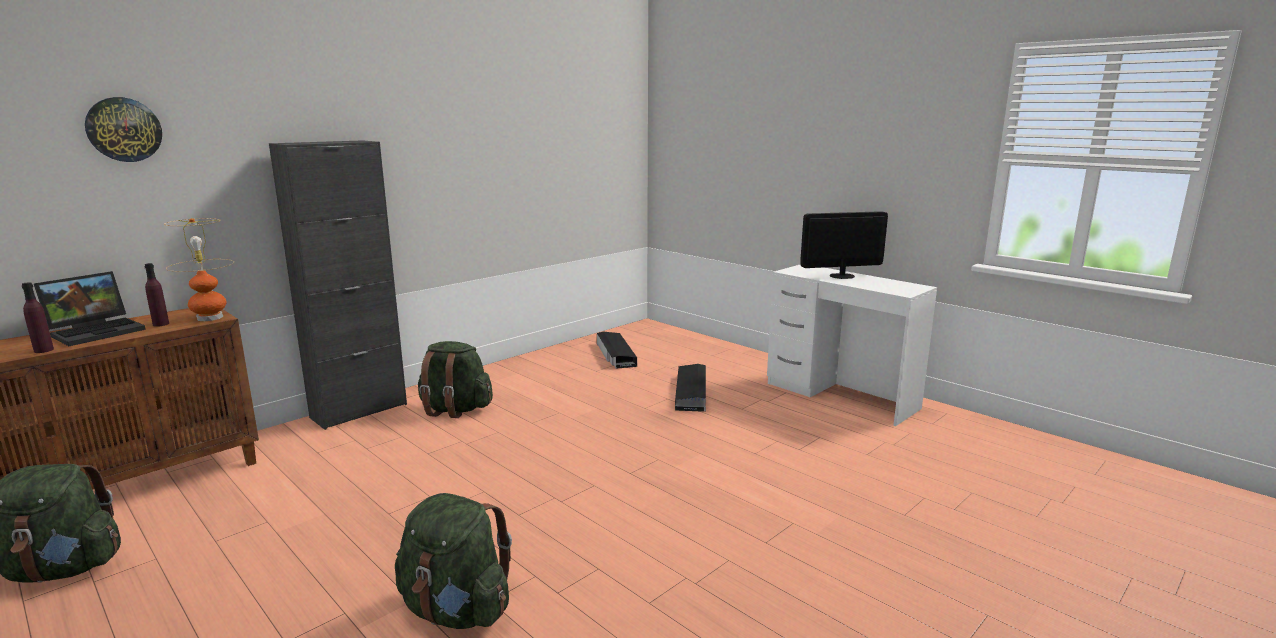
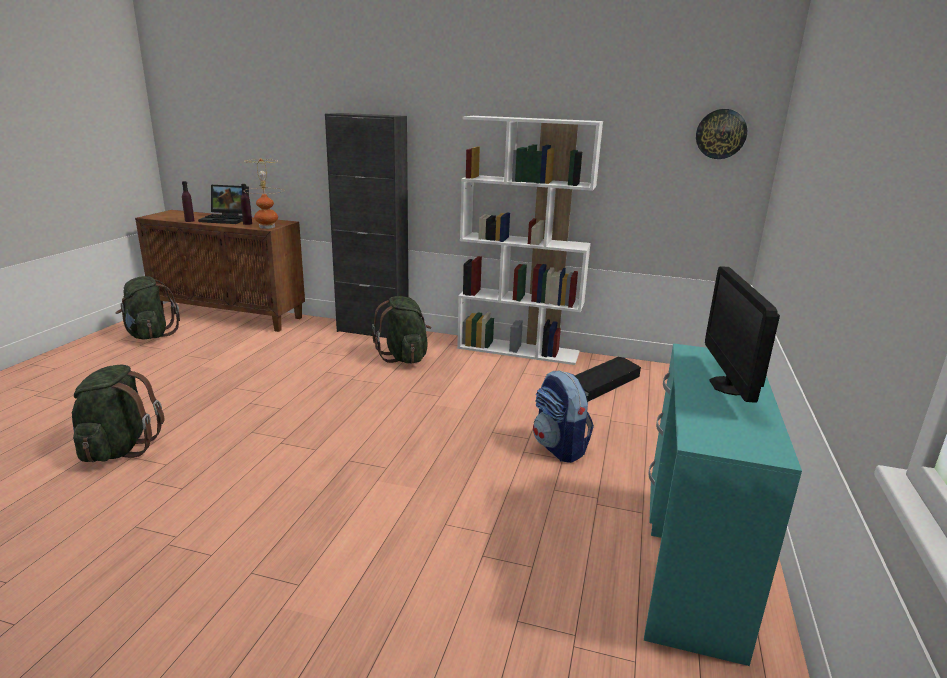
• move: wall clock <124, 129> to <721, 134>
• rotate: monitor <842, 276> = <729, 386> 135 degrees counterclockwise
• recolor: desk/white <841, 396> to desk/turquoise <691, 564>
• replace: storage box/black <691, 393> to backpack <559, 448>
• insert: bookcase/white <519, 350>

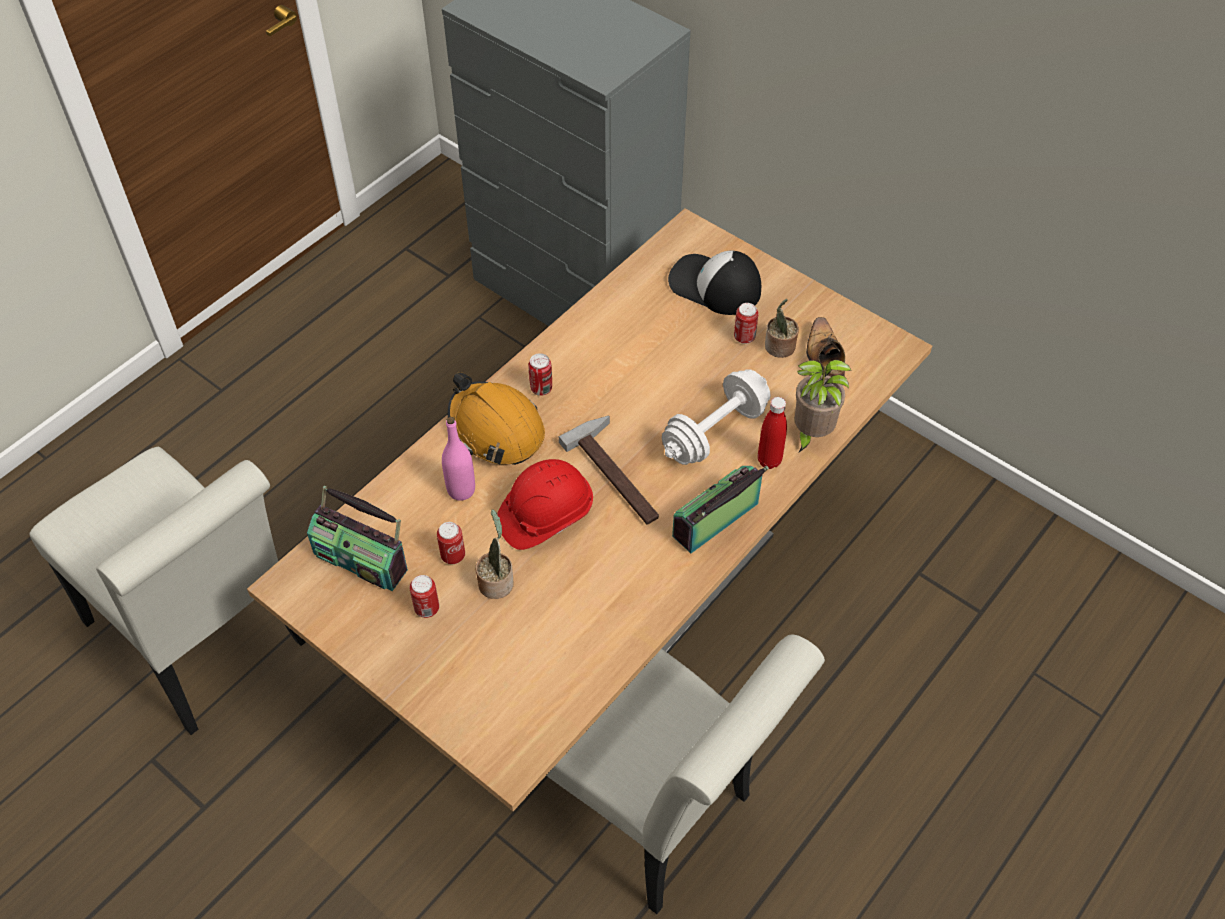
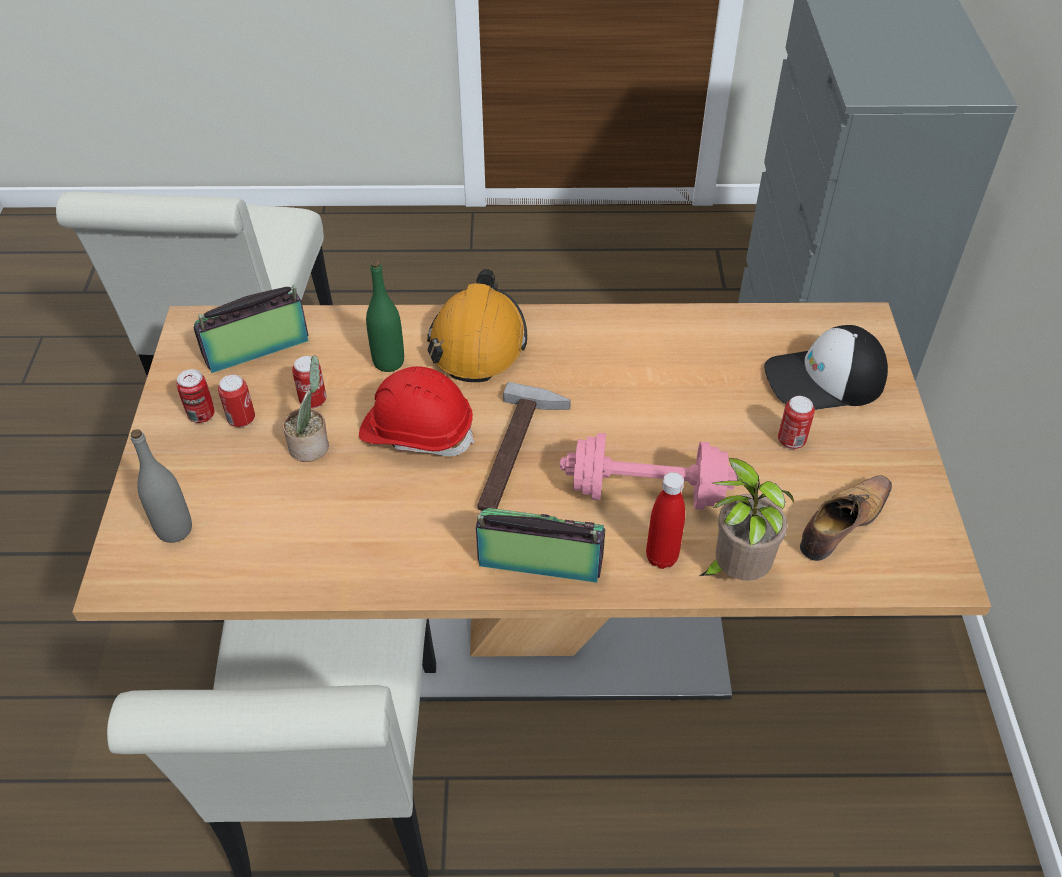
• rotate: cap <714, 286> = <824, 380> 90 degrees counterclockwise
• delete: potted plant <779, 348>
• move: can <541, 388> to <201, 415>
• recolor: dumbbell/white <714, 432> to dumbbell/pink <647, 492>
• recolor: bottle/pink <461, 490> to bottle/green <388, 362>
• rotate: radio <362, 559> = <257, 349> 75 degrees clockwise
• insert: bottle/grey <174, 529>

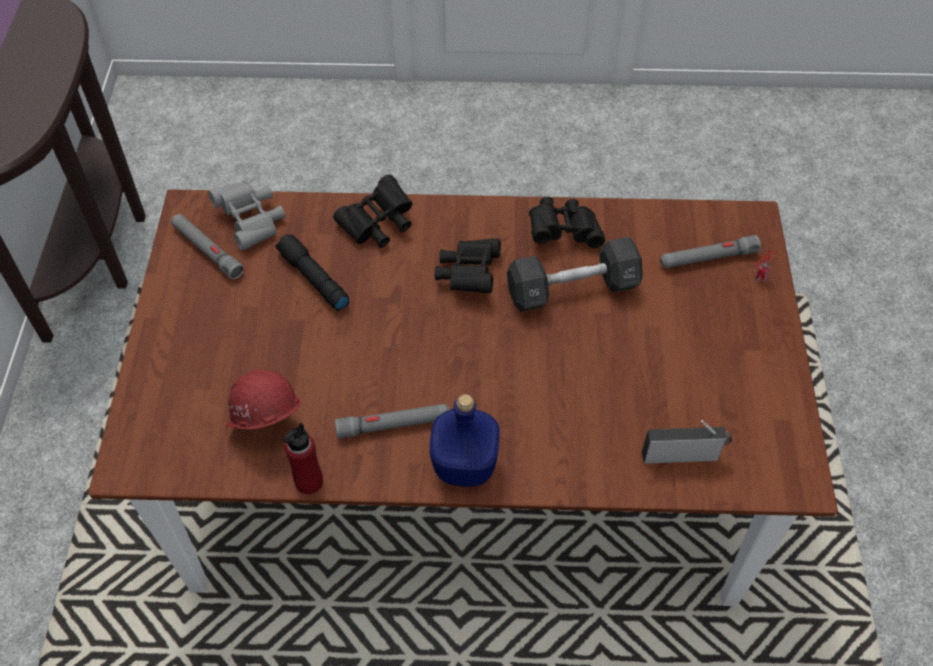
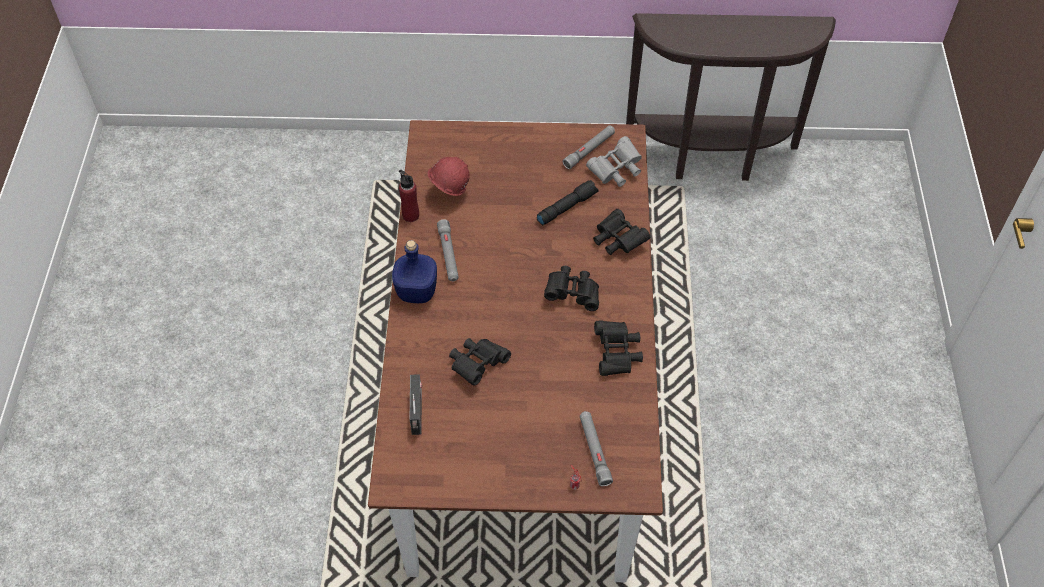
• delete: dumbbell/black <572, 289>
• insert: binoculars/black <477, 364>

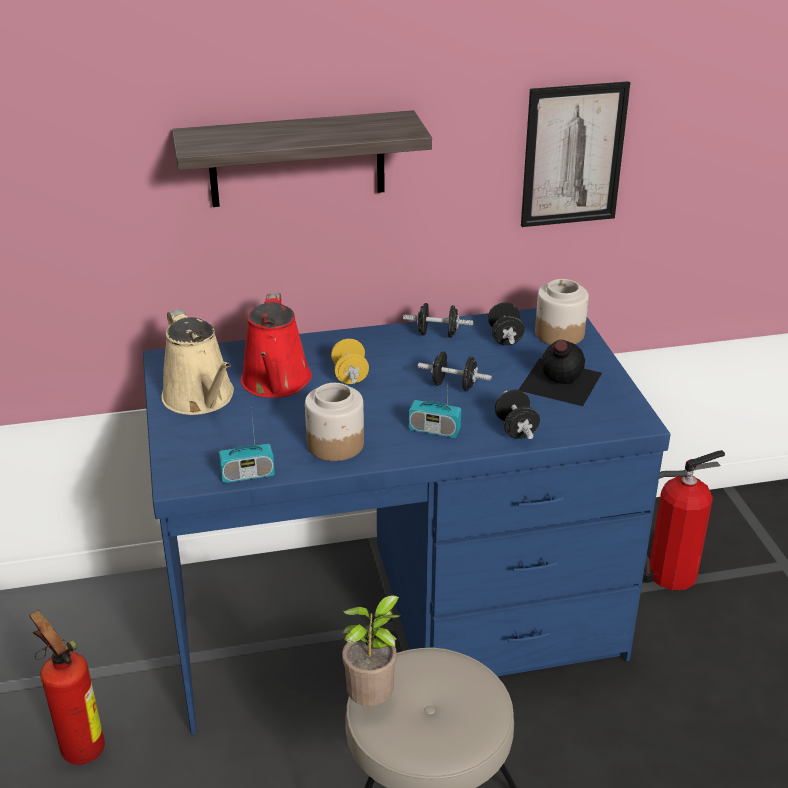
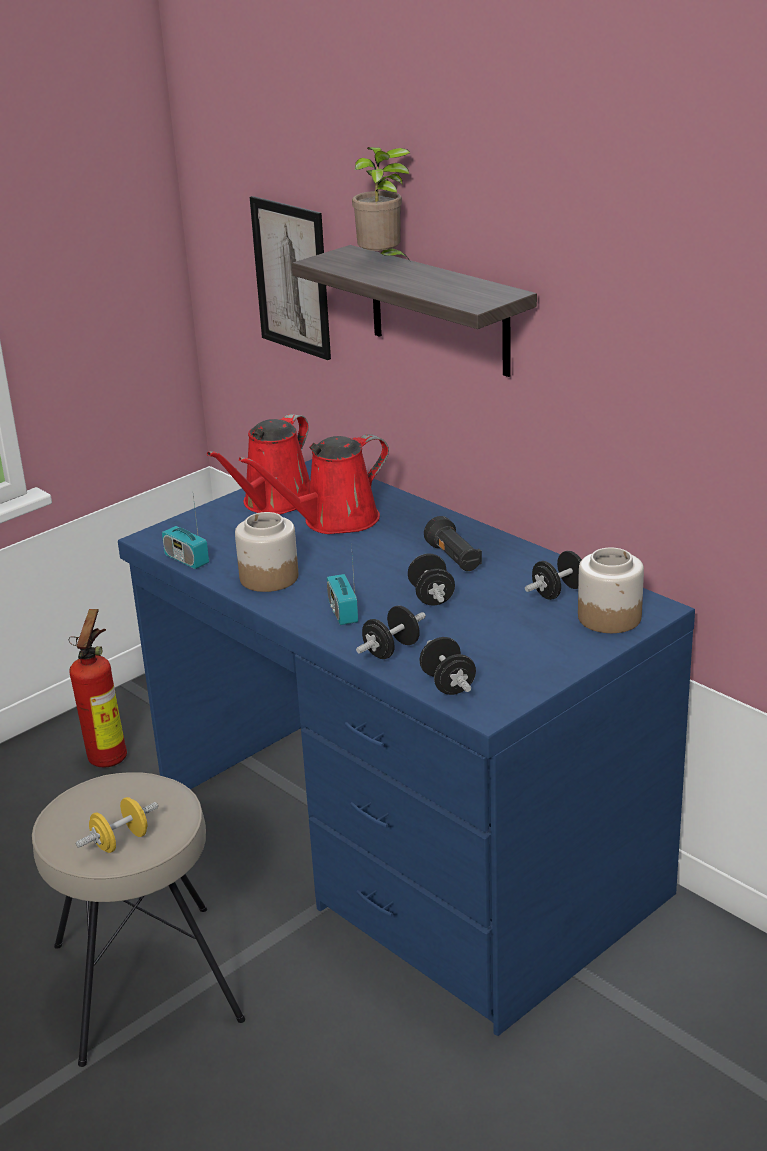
• move: picture <573, 155> to <291, 277>
• move: dumbbell/black <437, 334> to <448, 684>
• recolor: watering can/beige <201, 398> to watering can/red <274, 503>
• move: dumbbell/yellow <350, 375> to <120, 841>
• delete: bottle/black <559, 381>
• delete: fire extinguisher <668, 575>
• move: potted plant <373, 700> to <383, 262>
• insert: flashlight/black <454, 559>

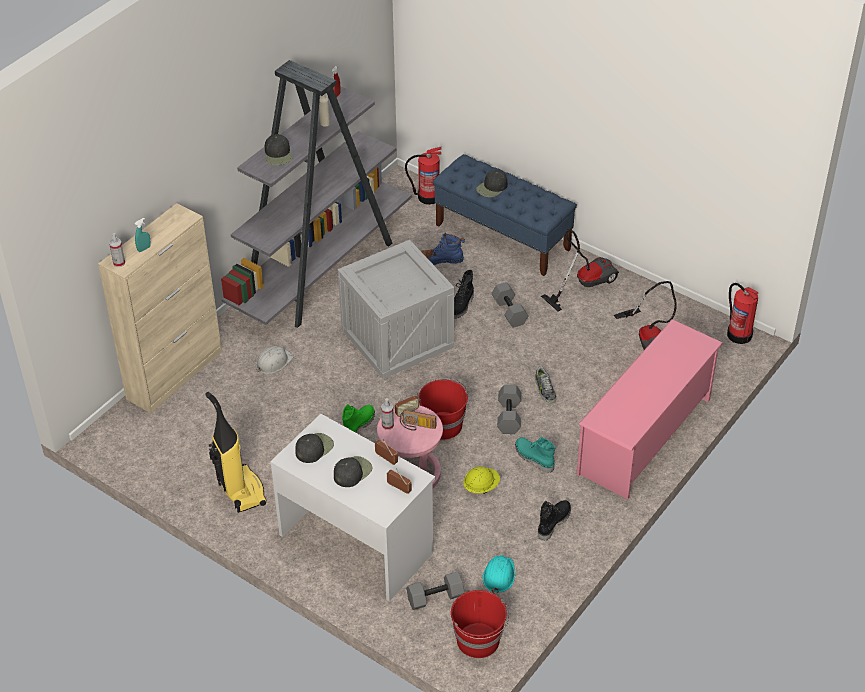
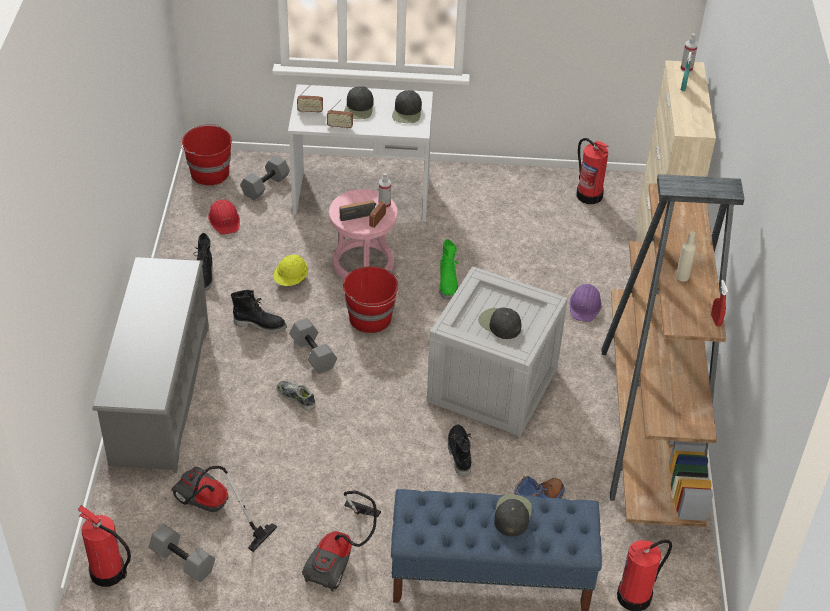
• recolor: bookcase/grey <321, 269> to bookcase/brown <649, 426>
• move: cap/black <278, 154> to <499, 324>
• move: dumbbell/grey <508, 312> to <184, 560>
• recolor: shoe rack/pink <645, 436> to shoe rack/grey <160, 394>
• recolor: hard hat/white <273, 362> to hard hat/purple <585, 306>
• delete: vacuum cleaner <241, 490>
• recolor: boot/turquoise <533, 458> to boot/black <260, 324>
• recolor: hard hat/turquoise <498, 575> to hard hat/red <224, 220>
• insert: fire extinguisher <589, 194>

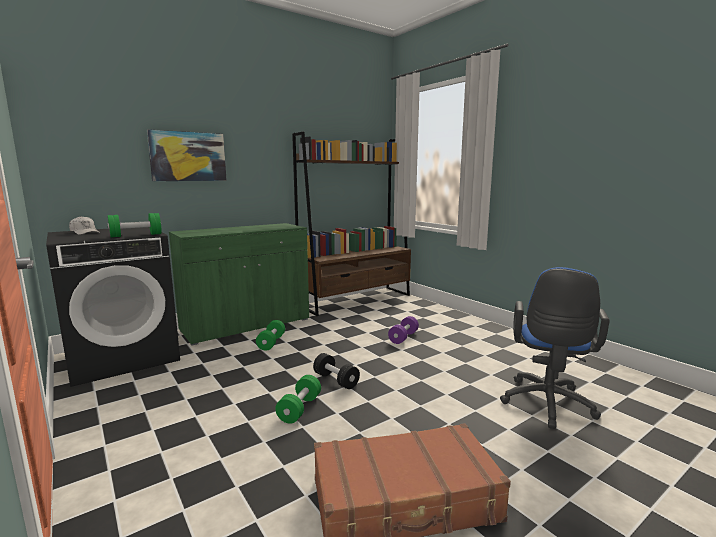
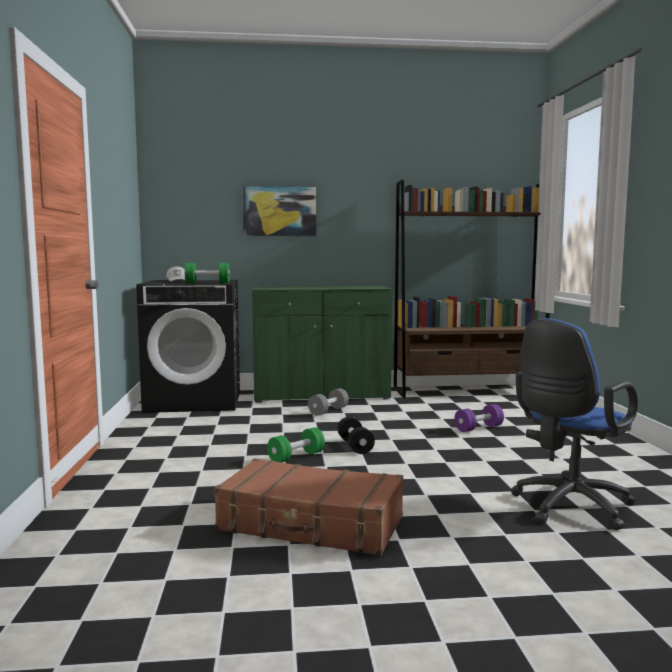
• recolor: dumbbell/green <271, 343> to dumbbell/grey <328, 411>

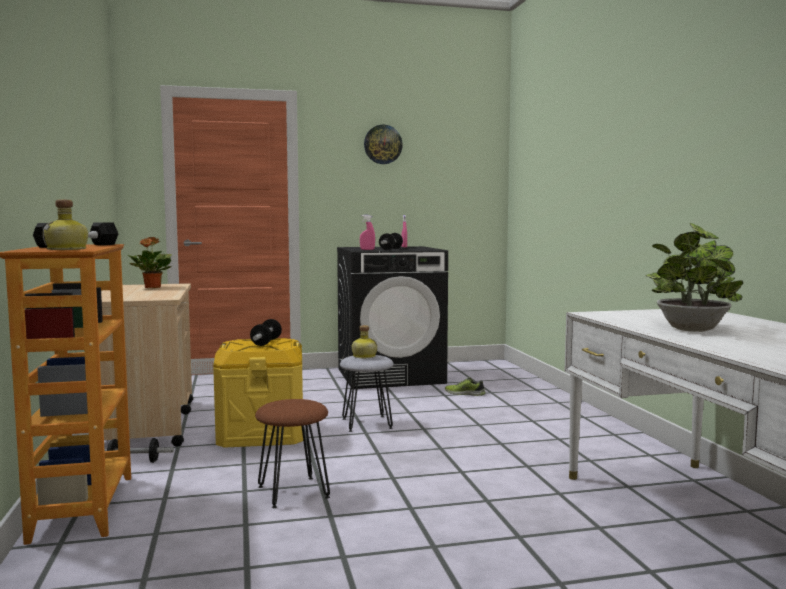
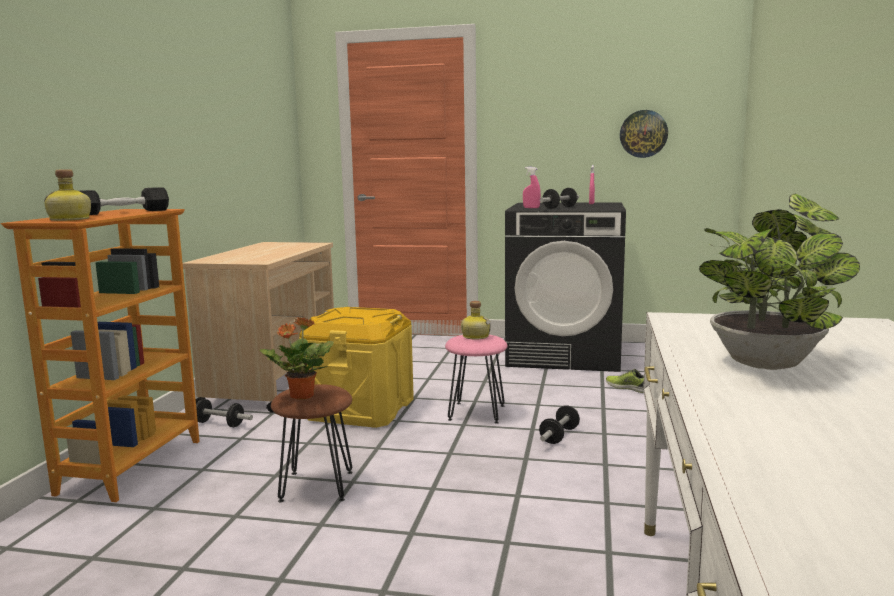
• move: wall clock <383, 144> to <643, 134>
• move: potted plant <152, 287> to <301, 396>
• move: dumbbell <266, 342> to <559, 436>
• recolor: stool/grey <366, 423> to stool/pink <477, 412>

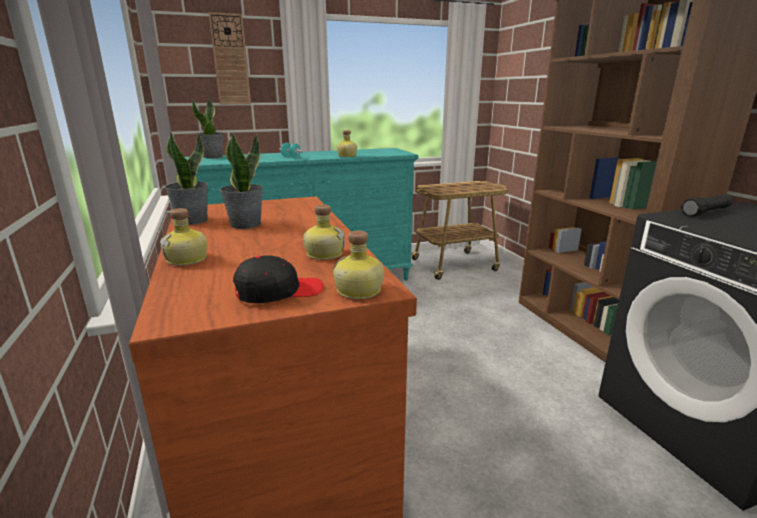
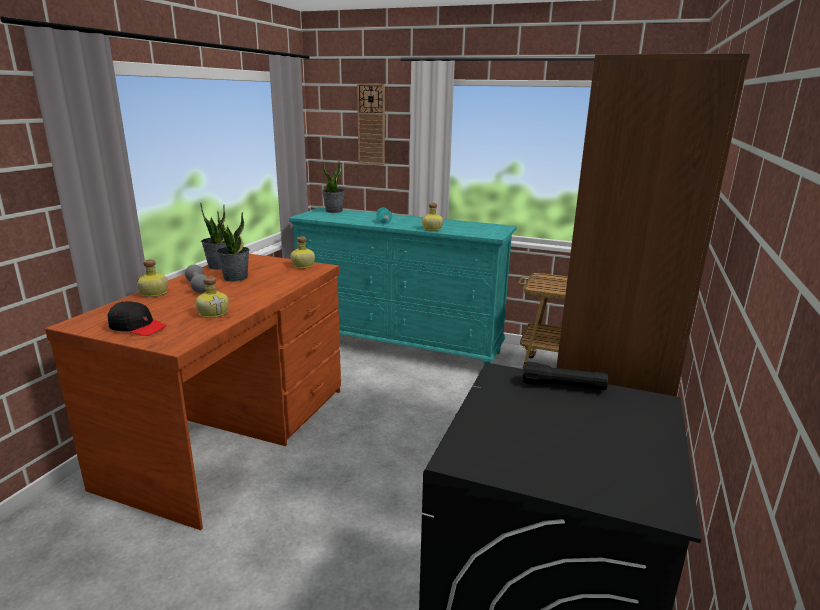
• move: bottle <359, 291> to <302, 266>
• insert: dumbbell/grey <198, 287>

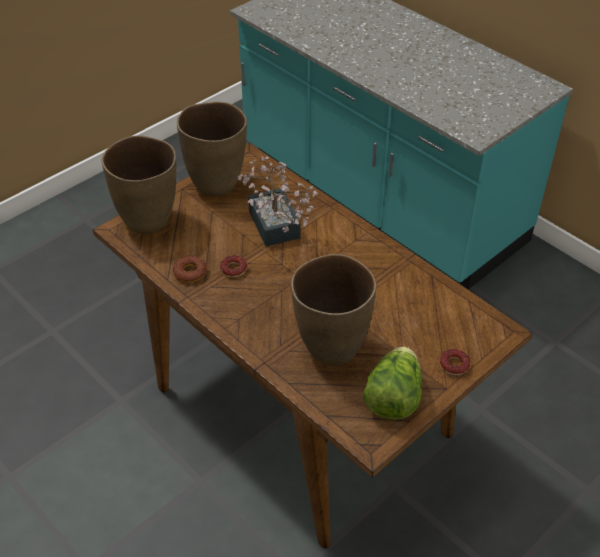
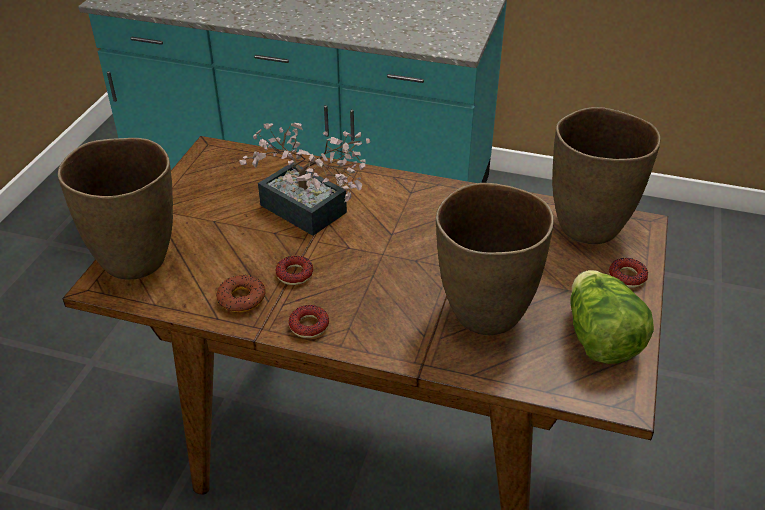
• move: vase/brown <216, 183> to <588, 226>
• insert: donut <309, 325>

